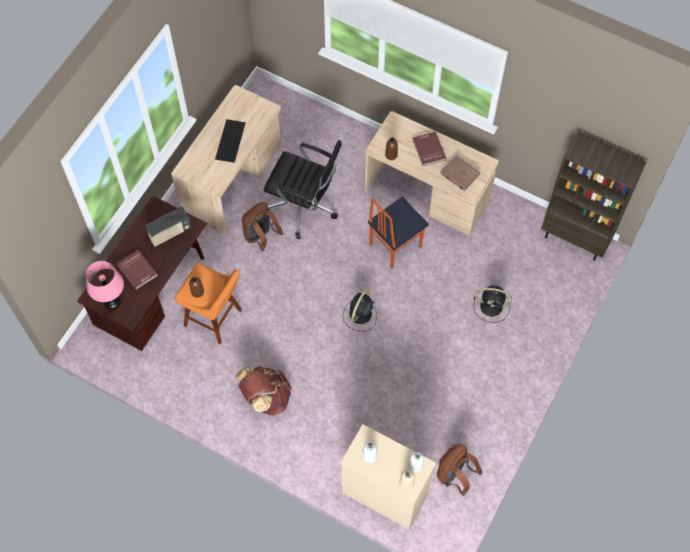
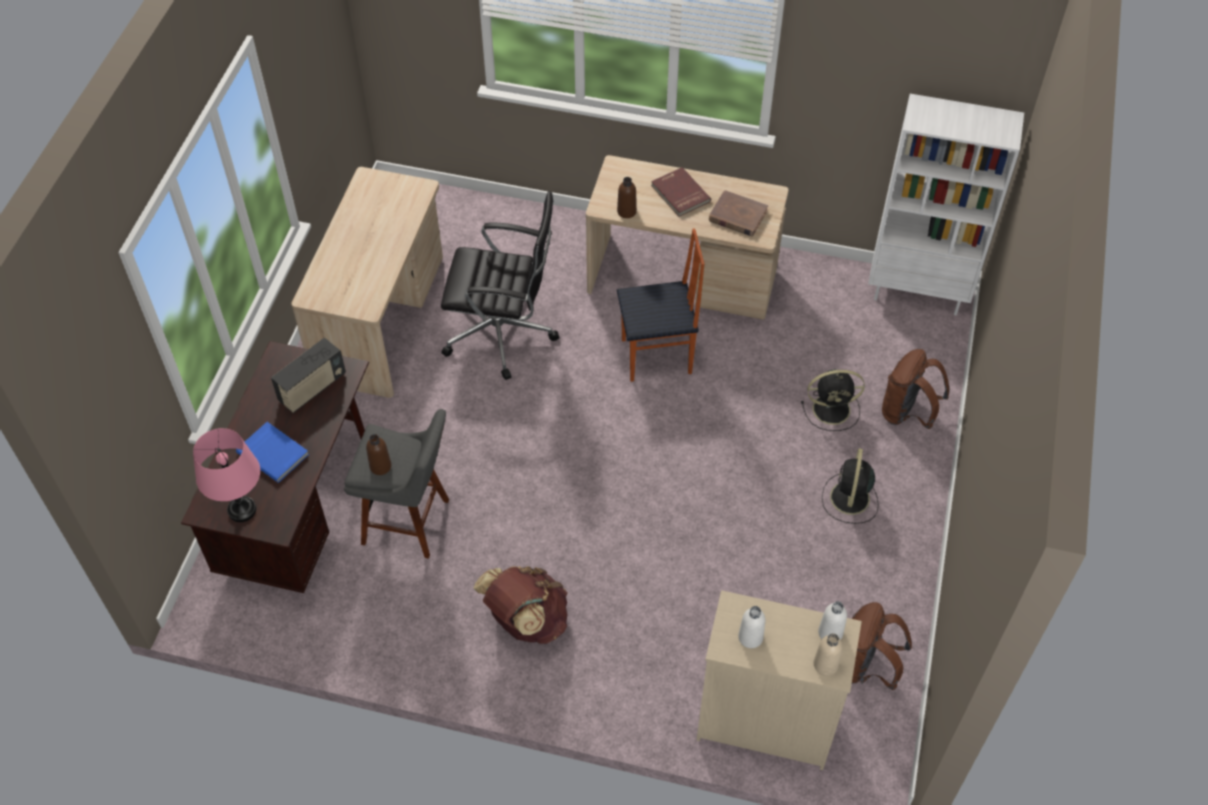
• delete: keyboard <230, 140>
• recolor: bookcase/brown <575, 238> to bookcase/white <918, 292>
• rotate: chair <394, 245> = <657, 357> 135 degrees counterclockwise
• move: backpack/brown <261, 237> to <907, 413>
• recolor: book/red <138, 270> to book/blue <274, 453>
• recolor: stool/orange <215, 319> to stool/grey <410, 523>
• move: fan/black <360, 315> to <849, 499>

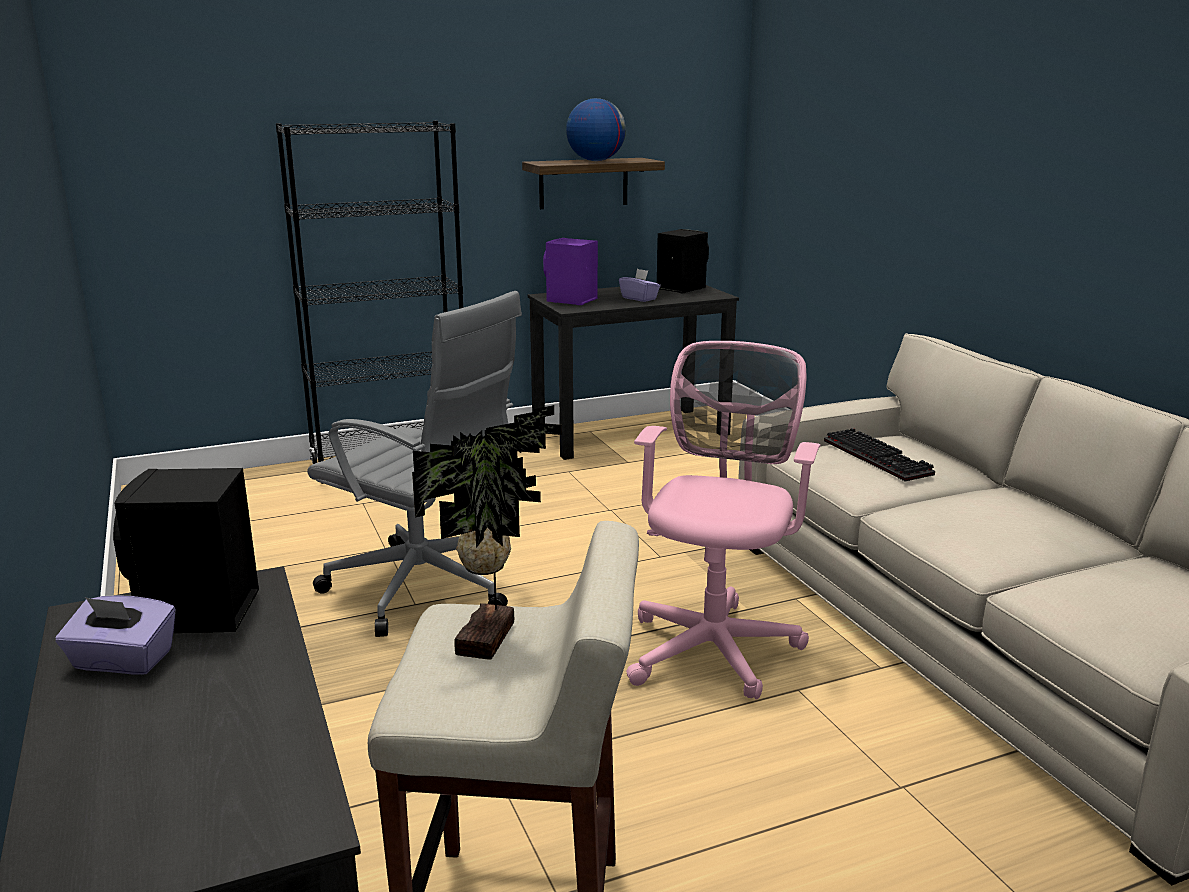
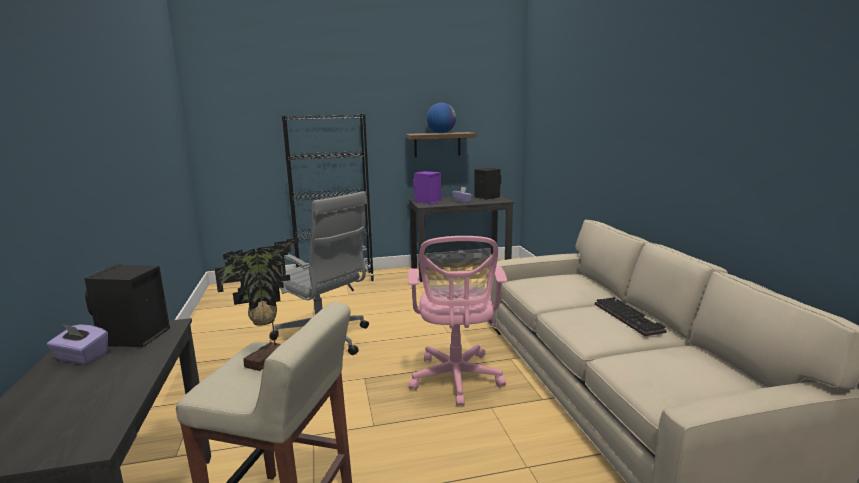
• rotate: office chair/pink <715, 645> = <456, 380> 150 degrees clockwise
• move: keyboard <880, 458> to <630, 318>

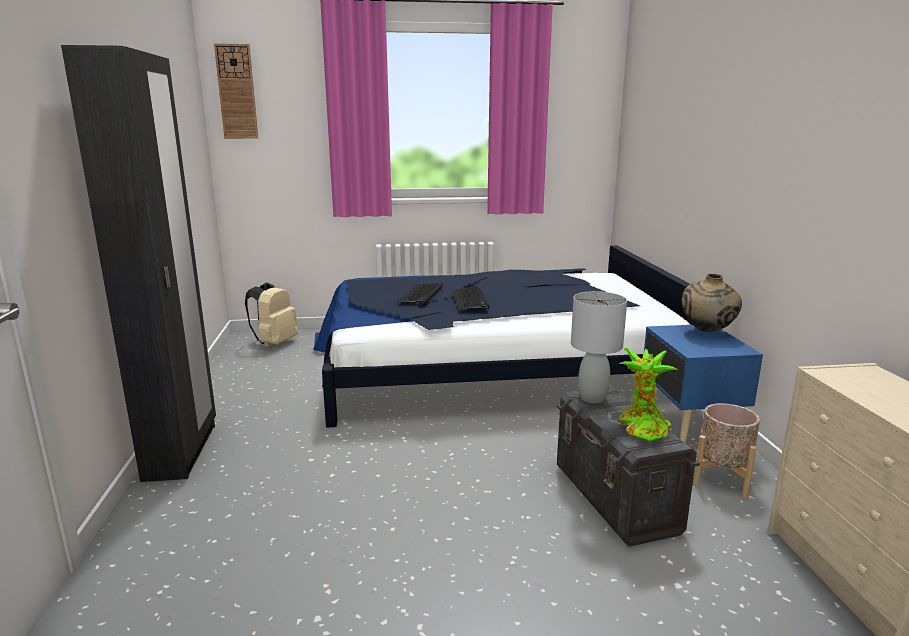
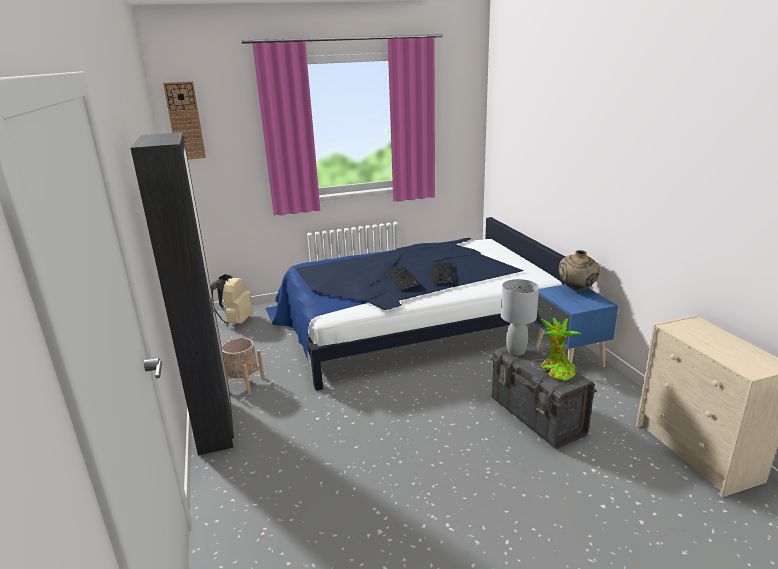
• move: keyboard <421, 294> to <442, 274>
• move: planter/beige <721, 479> to <243, 384>

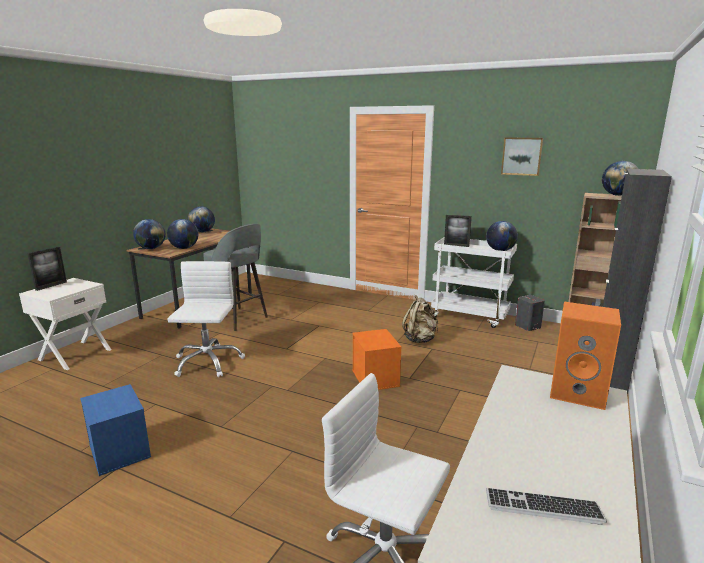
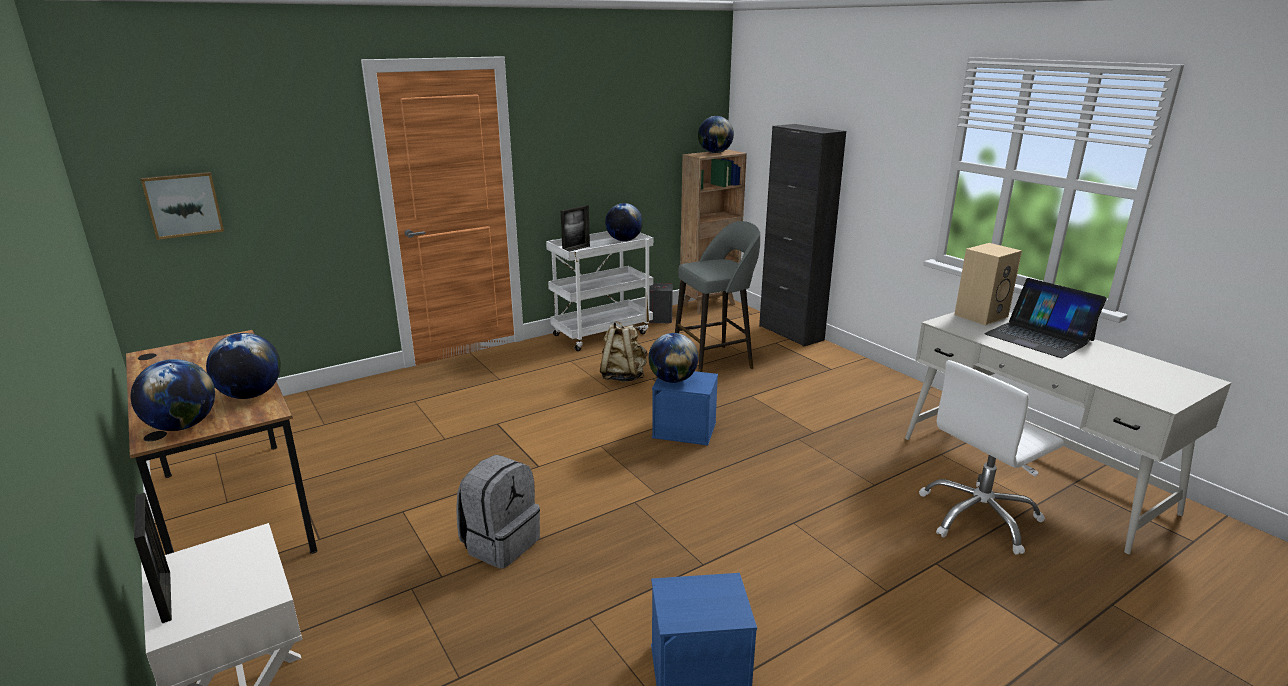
• move: picture <521, 156> to <183, 204>
• move: globe <202, 232> to <672, 380>
• move: stool/grey <238, 319> to <714, 361>
• replace: office chair/white <207, 362> to backpack/grey <500, 543>
• recolor: speaker/orange <579, 392> to speaker/beige <980, 315>
• recolor: storage box/orange <376, 378> to storage box/blue <685, 429>
• delete: keyboard <542, 507>
• insert: laptop <1039, 337>

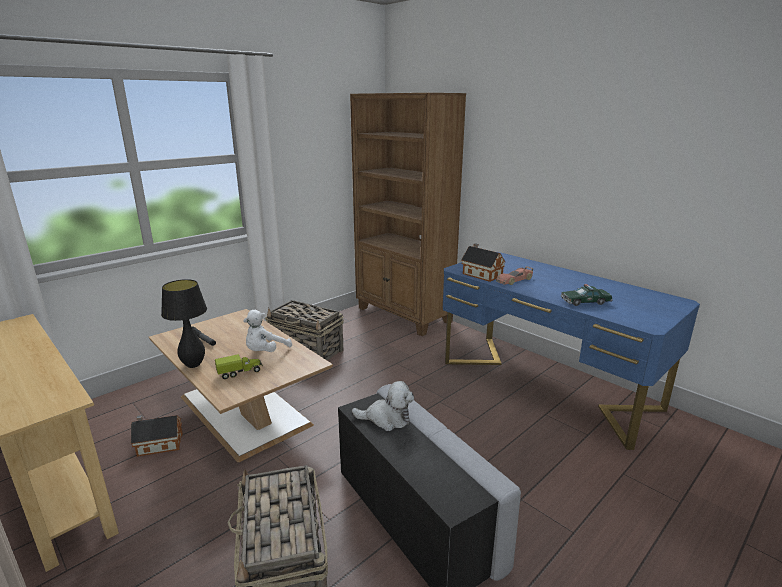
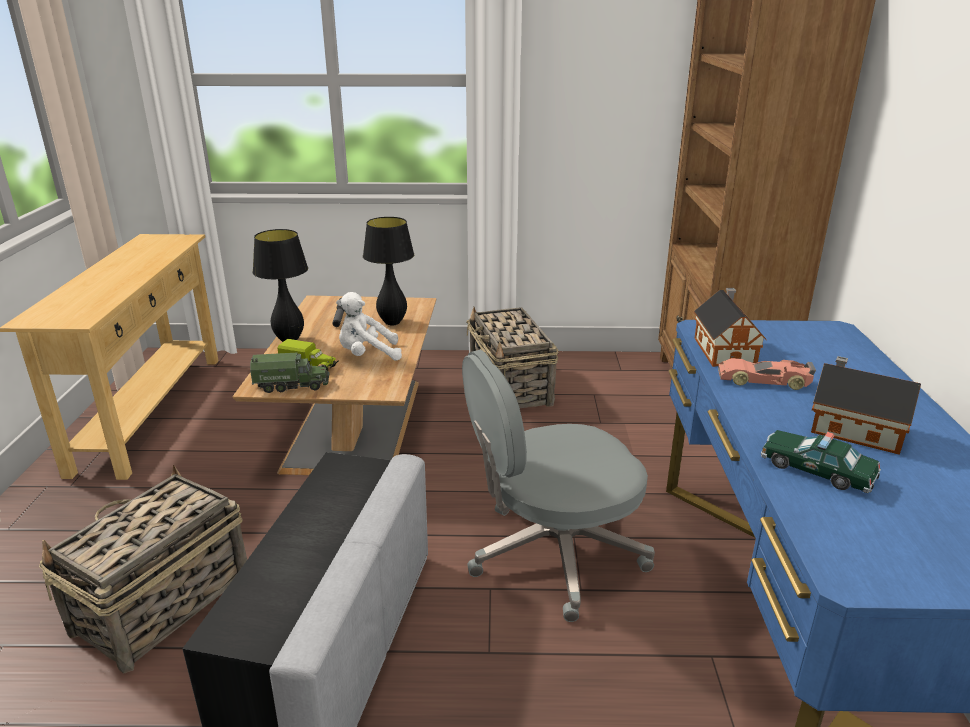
• delete: plush toy <387, 419>
• move: toy house <158, 444> to <852, 429>
• insert: table lamp/black <392, 322>
• insert: office chair/grey <553, 554>
• insert: toy truck <292, 385>

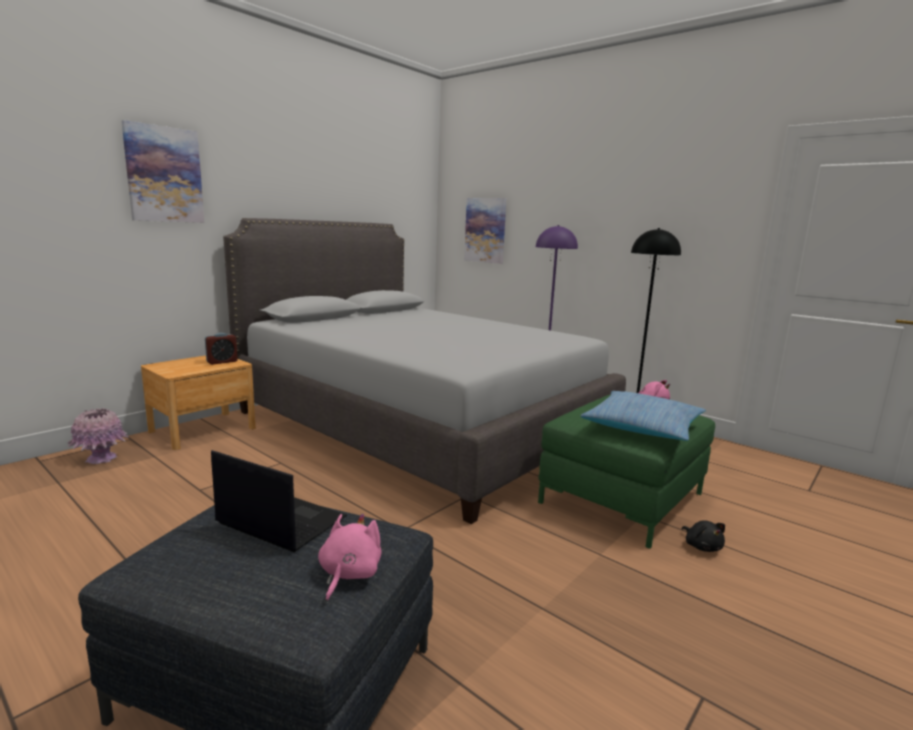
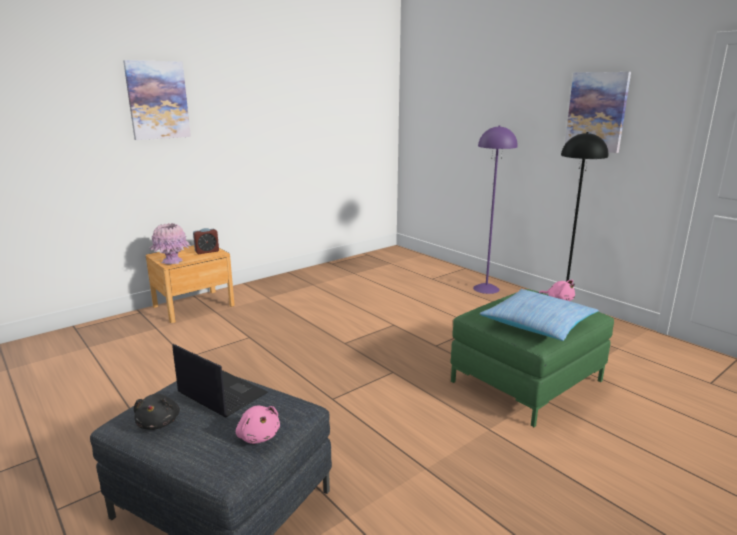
• move: picture <485, 230> to <596, 112>
• delete: bed/grey <421, 424>
• move: vase/pink <101, 459> to <172, 261>
• rotate: plush toy/pink <348, 574> = <258, 436> 120 degrees clockwise
• move: plush toy/black <702, 546> to <159, 423>

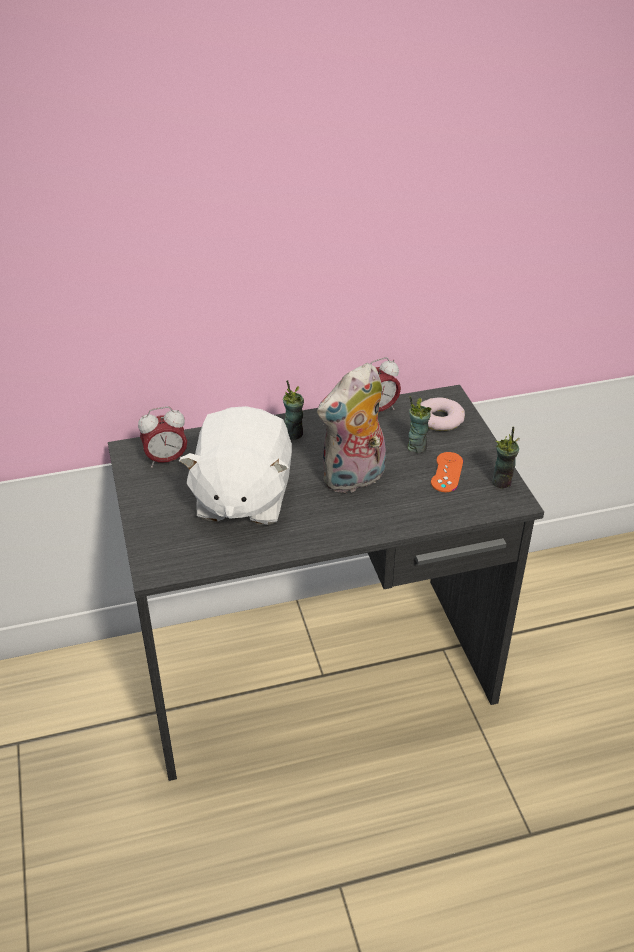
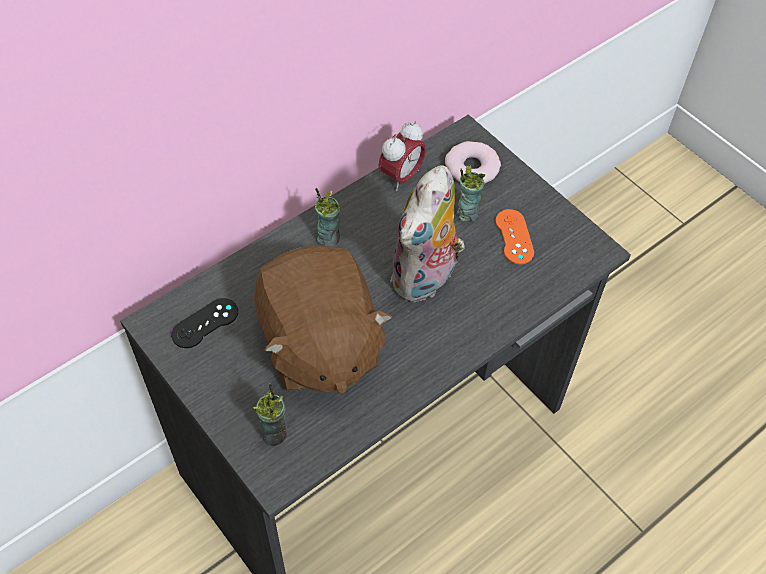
• replace: alarm clock <166, 460> to game controller/black <205, 323>
• recolor: plush toy/white <241, 498> to plush toy/brown <319, 345>
• move: cup <502, 482> to <275, 434>

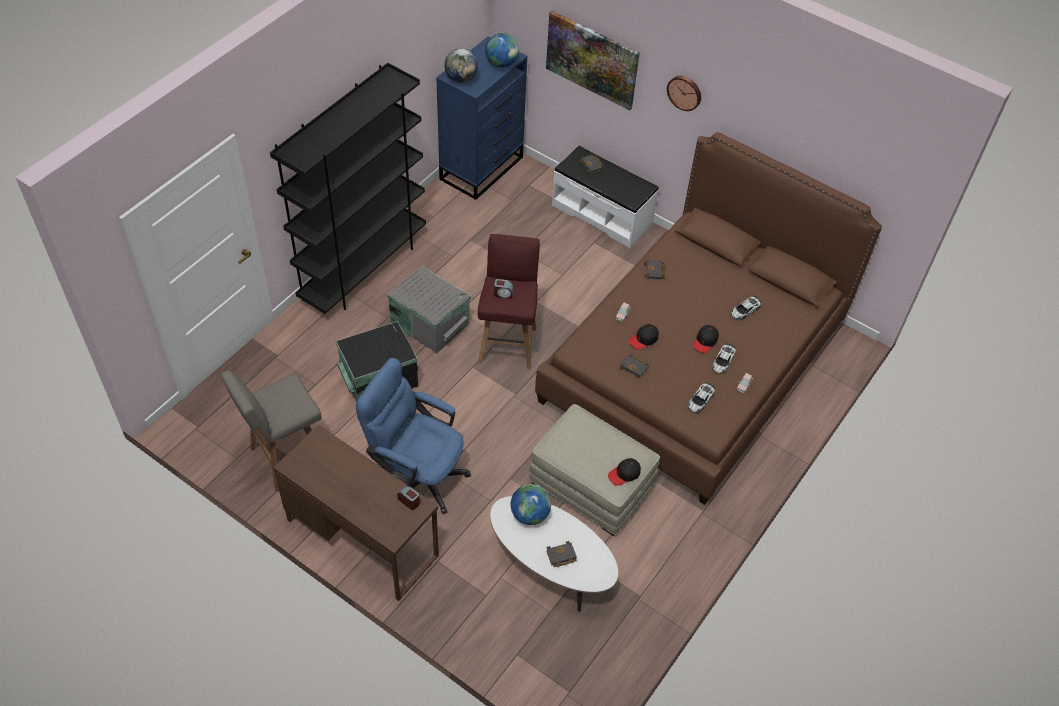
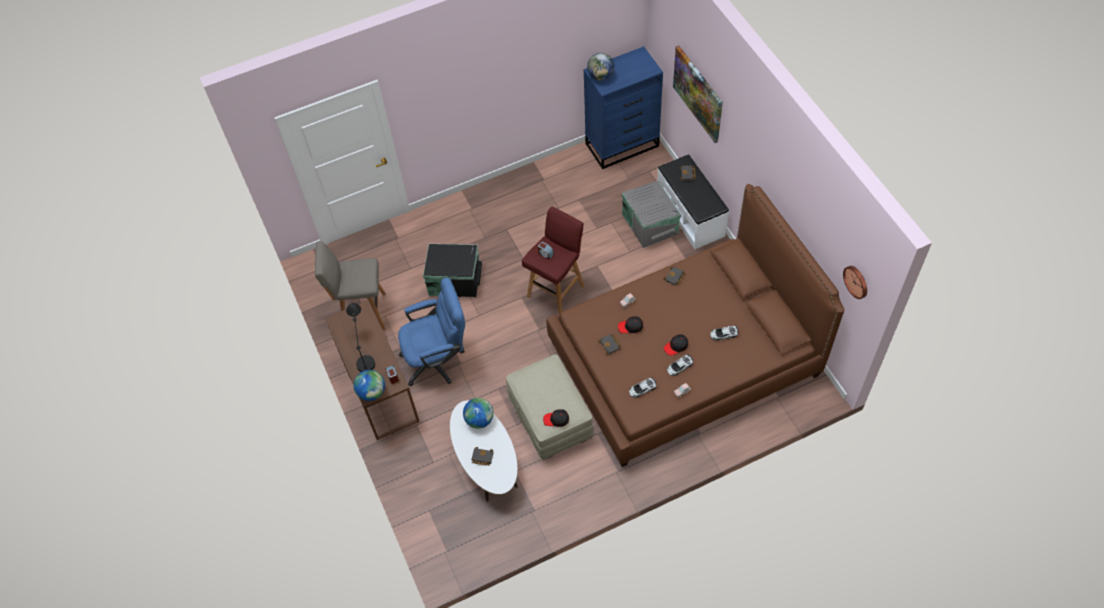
• move: globe <501, 64> to <372, 392>
• delete: bookcase/black <364, 268>
• move: wall clock <685, 92> to <856, 281>
• move: storage box/grey <430, 322> to <650, 223>
• rotate: office chair/blue <417, 474> = <438, 359> 105 degrees clockwise
• insert: table lamp/black <364, 350>

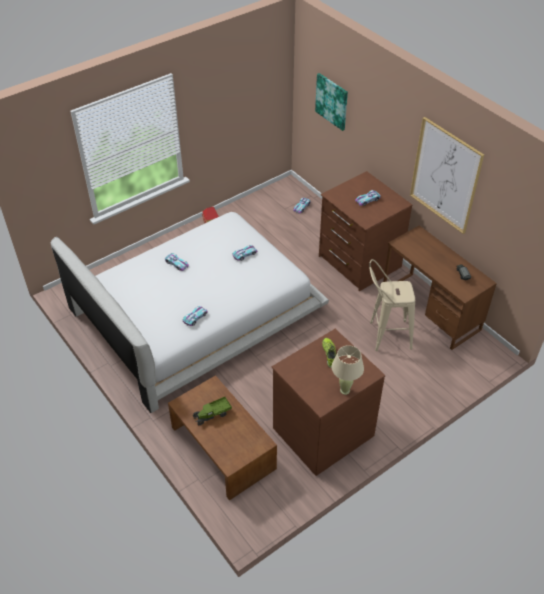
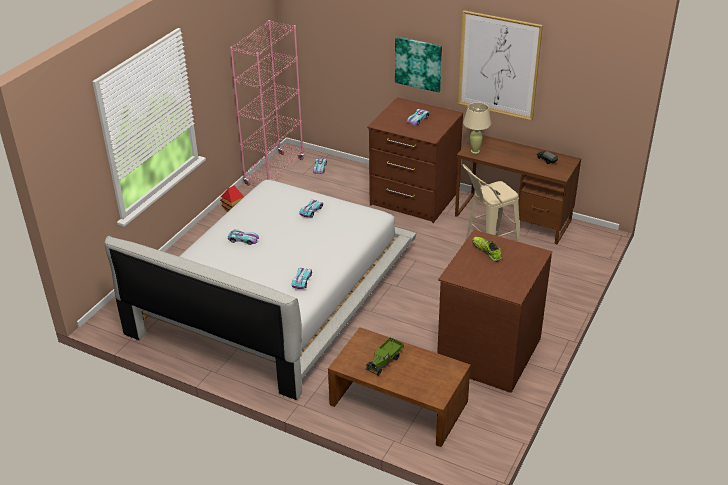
• move: picture <332, 101> to <418, 63>
• move: table lamp/beige <345, 390> to <475, 151>
• insert: bookcase/pink <274, 172>

